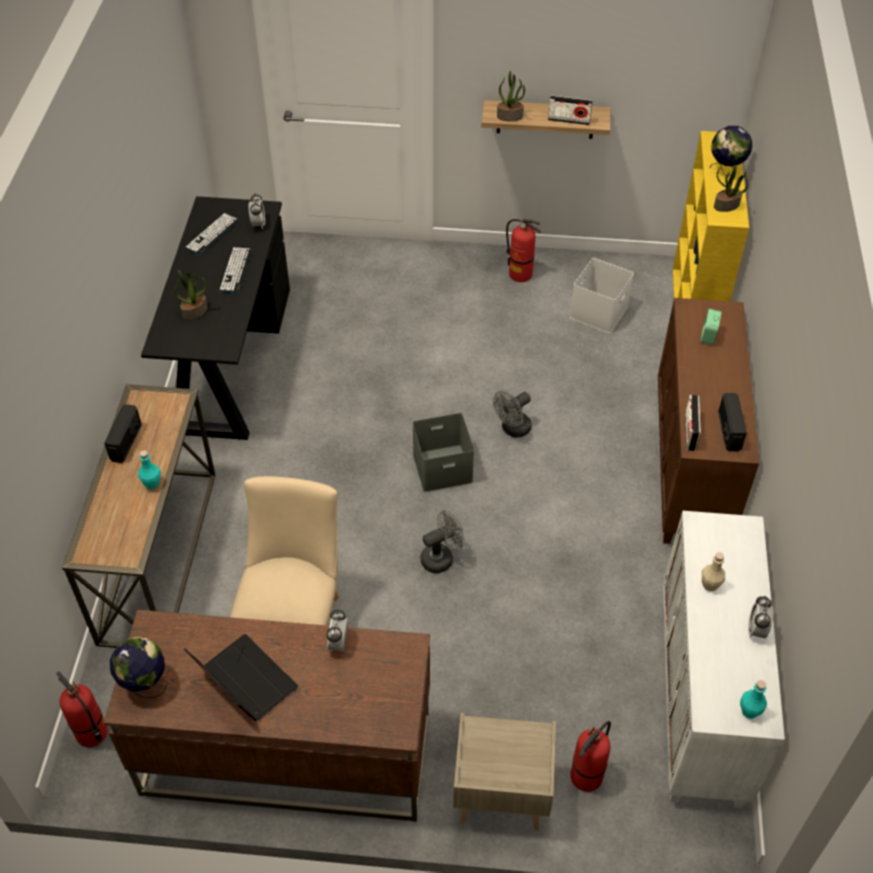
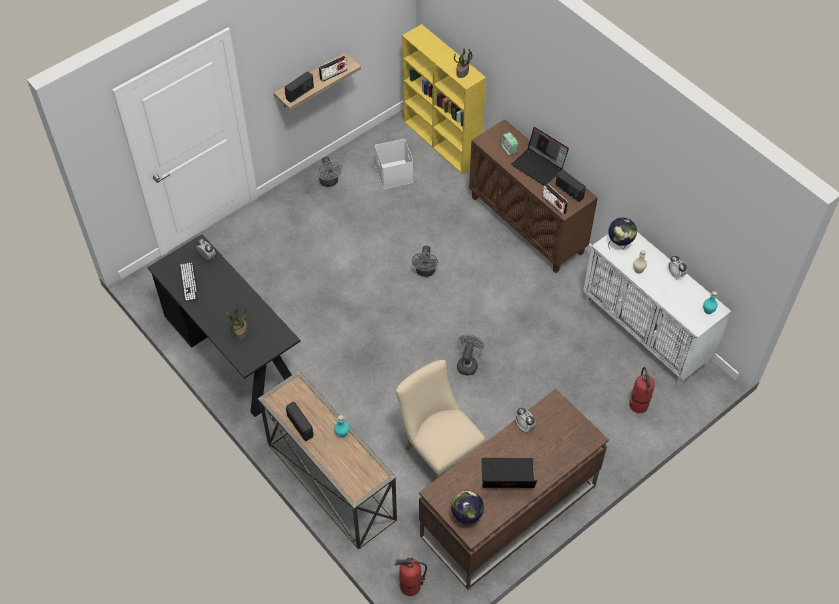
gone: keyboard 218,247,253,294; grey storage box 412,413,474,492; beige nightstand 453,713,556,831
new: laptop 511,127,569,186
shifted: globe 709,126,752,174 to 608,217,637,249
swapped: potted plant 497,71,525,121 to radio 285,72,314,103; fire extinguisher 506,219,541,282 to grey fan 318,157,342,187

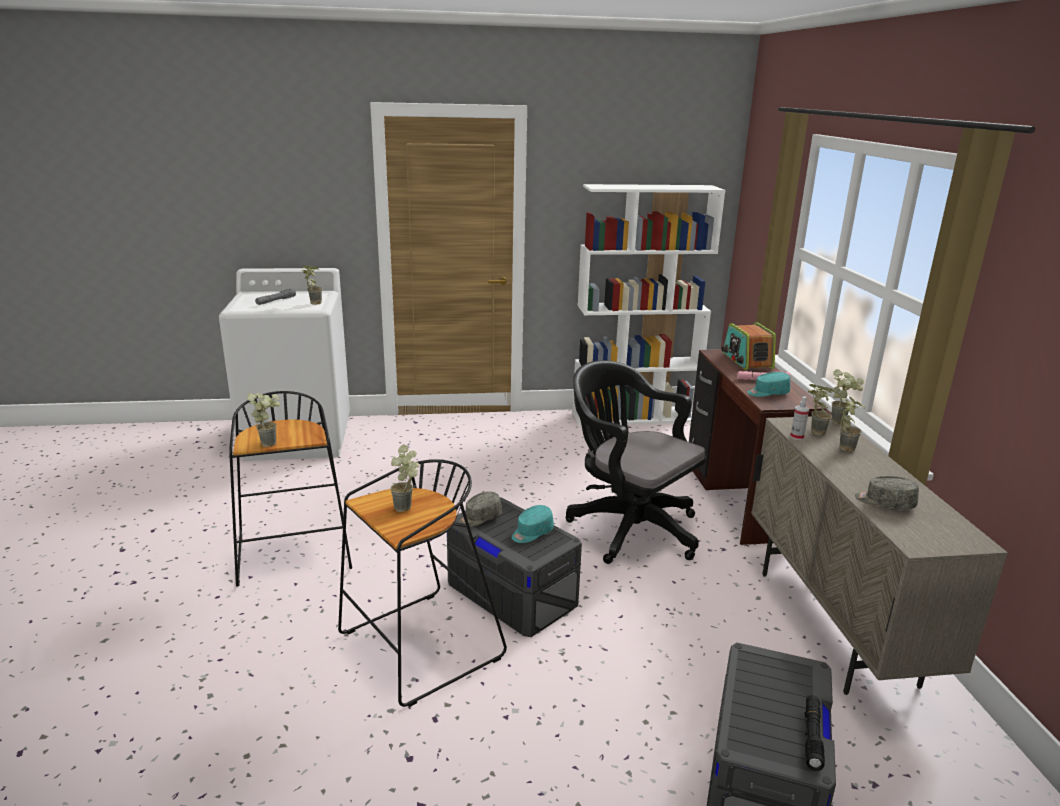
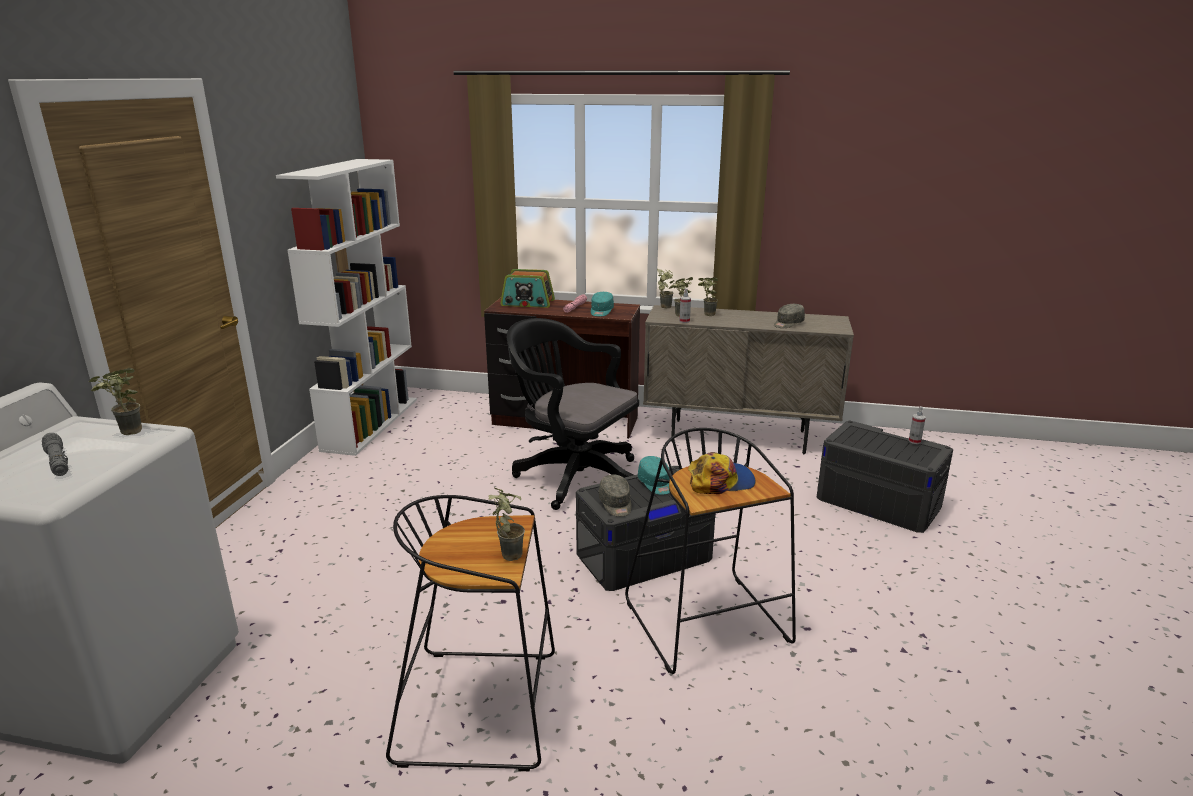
swapped: potted plant 390,444,419,512 to cap 688,452,756,494; black flashlight 804,695,825,771 to spray bottle 908,406,926,444
rotated: black office chair 565,360,706,564 = 507,318,639,510 60 degrees clockwise

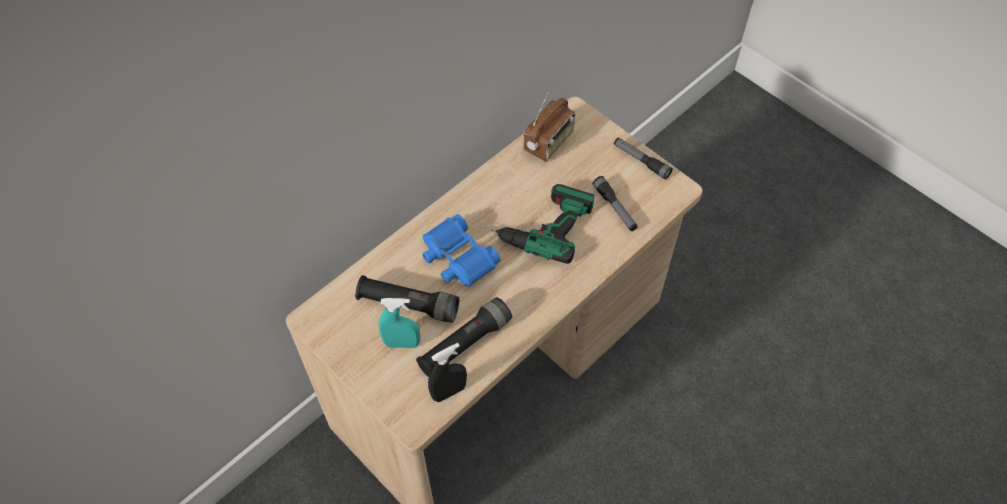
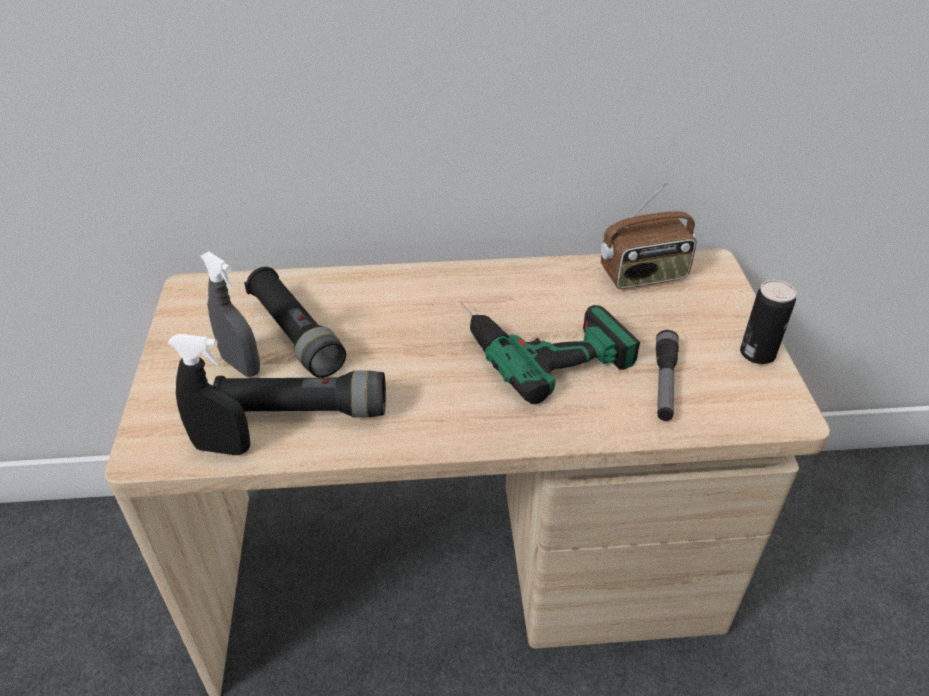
gone: blue binoculars 422,214,501,287
swapped: flashlight 614,138,673,180 to can 740,280,797,364
repainted: turquoise spray bottle 379,298,420,348 to grey spray bottle 201,251,260,377

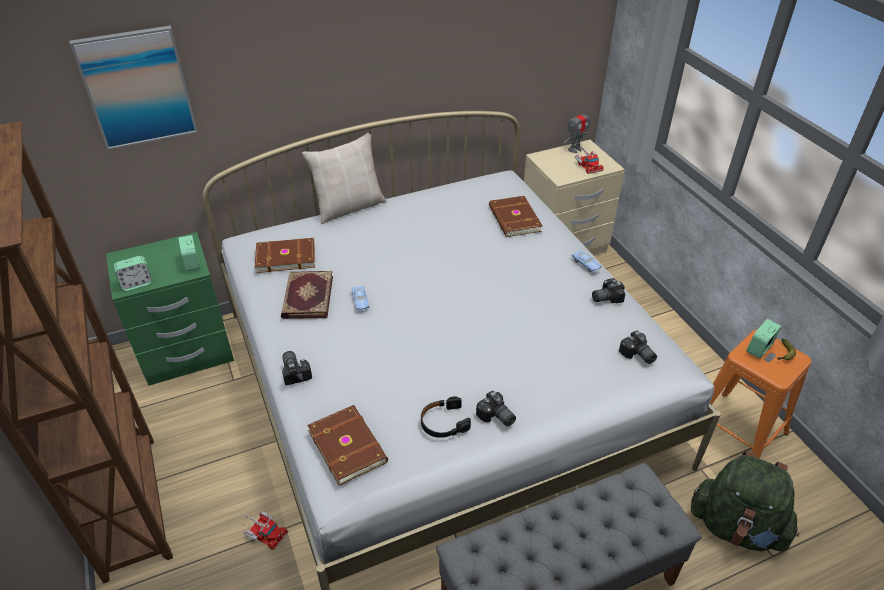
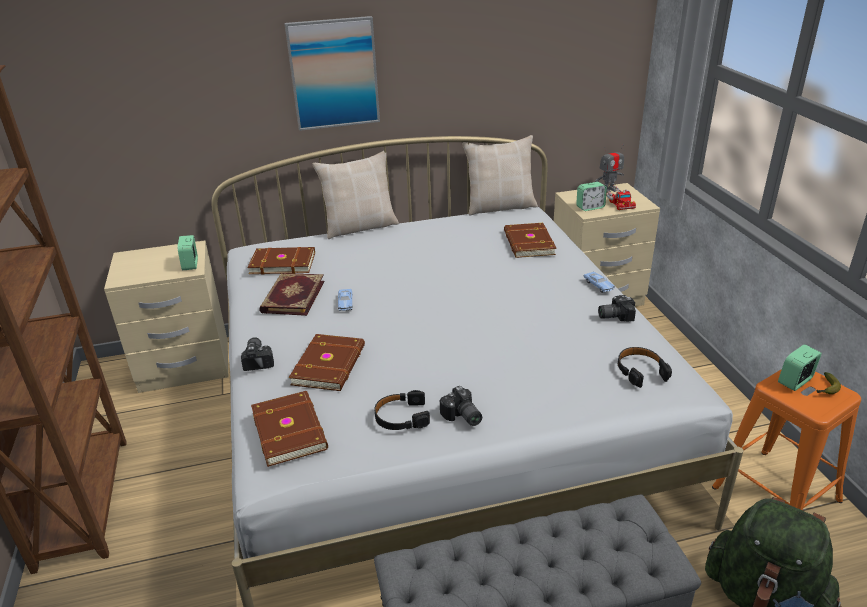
gone: toy truck 243,511,288,550
new: beige pillow 462,135,538,216; brown book 289,334,365,391
shifted: picture 69,25,198,150 to 284,16,380,131; alarm clock 113,256,152,291 to 576,182,607,211
swapped: photo camera 619,331,657,364 to black headphones 618,347,672,388
repainted: green nightstand 106,232,234,386 to beige nightstand 104,240,228,393

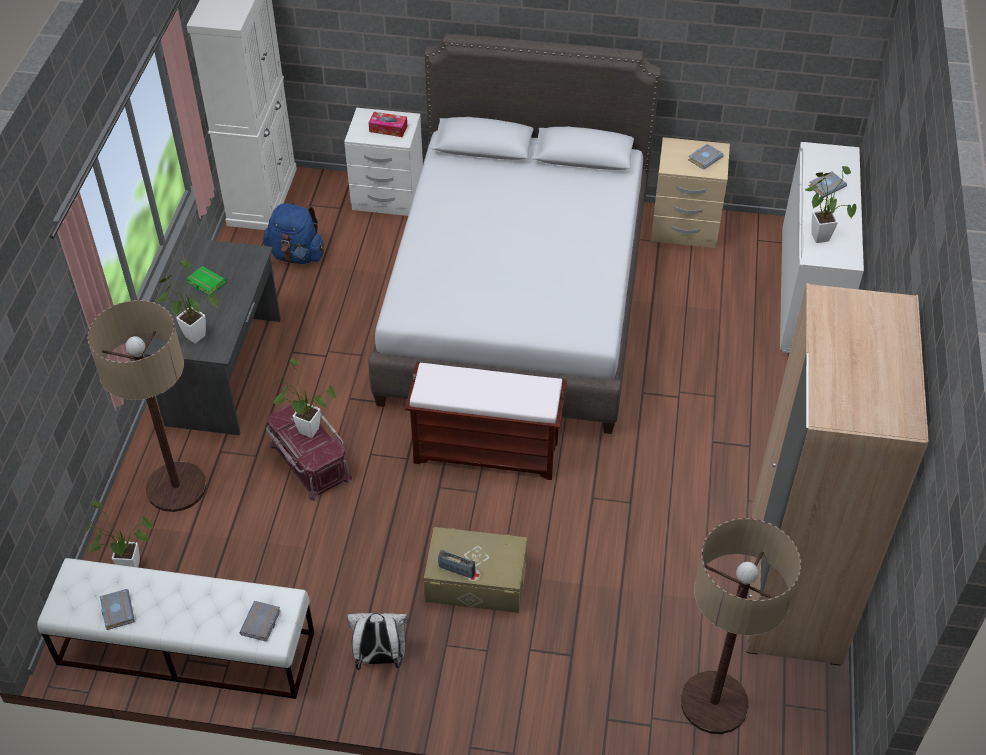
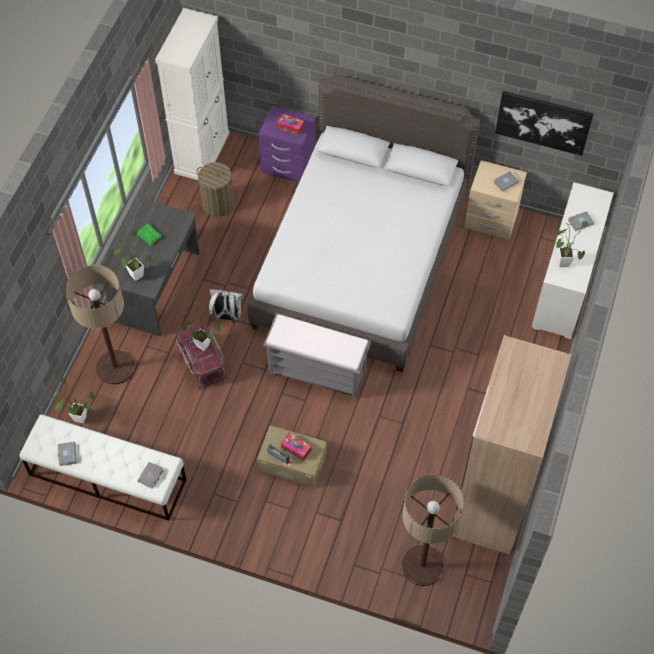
new: picture 495,91,594,156; tissue box 281,433,312,461
shifted: white backpack 347,613,408,670 to 209,289,244,323
swapped: blue backpack 264,203,324,264 to laundry basket 197,162,234,217
repainted: white nightstand 344,108,423,216 to purple nightstand 259,106,316,183; brown bench 405,362,567,480 to grey bench 263,313,371,399

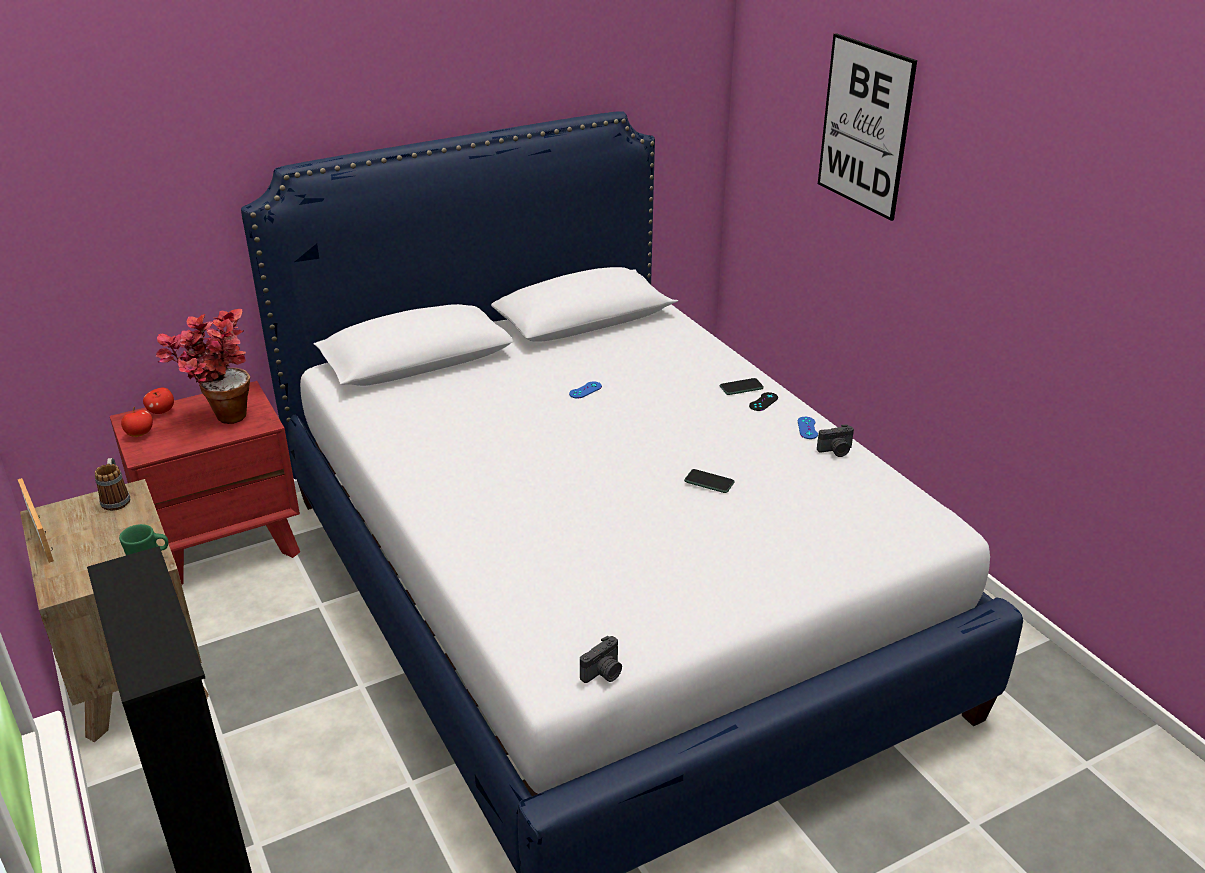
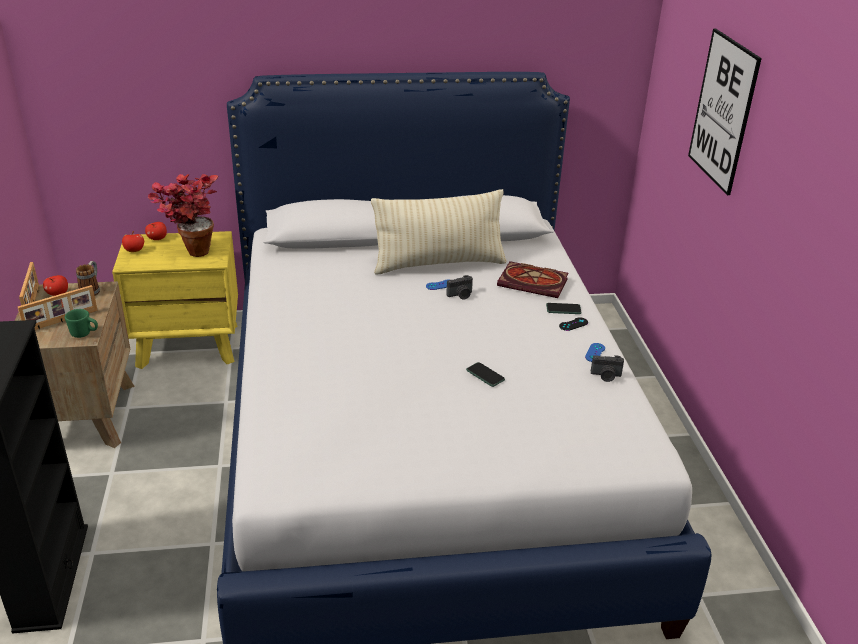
new: beige pillow 371,189,507,275; book 497,261,568,298; apple 43,275,68,296; picture frame 18,285,98,330
shifted: photo camera 580,636,622,683 to 446,275,473,300
repainted: red nightstand 110,381,300,585 to yellow nightstand 112,231,238,369

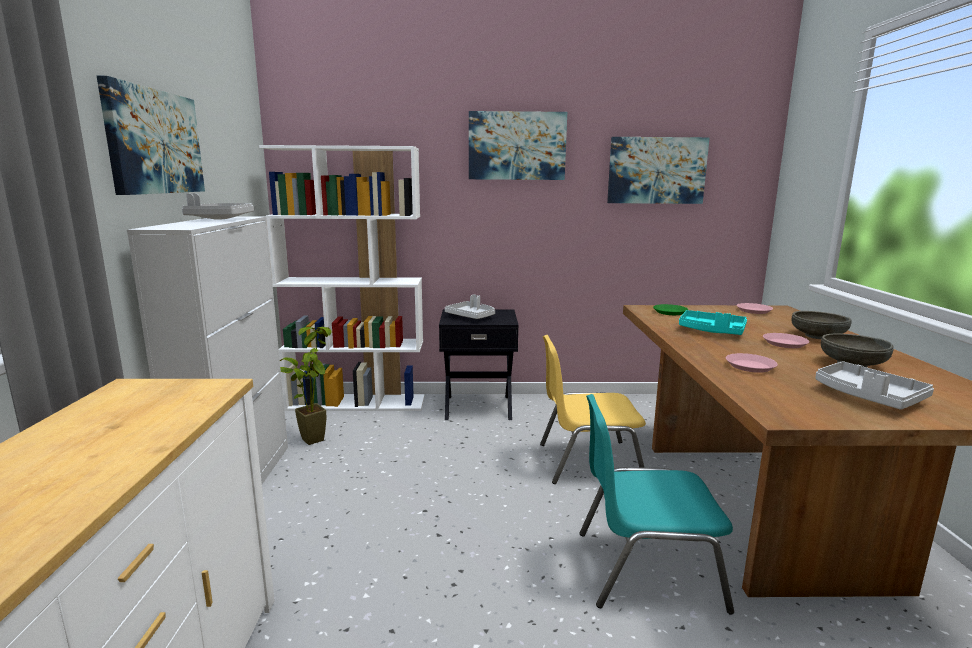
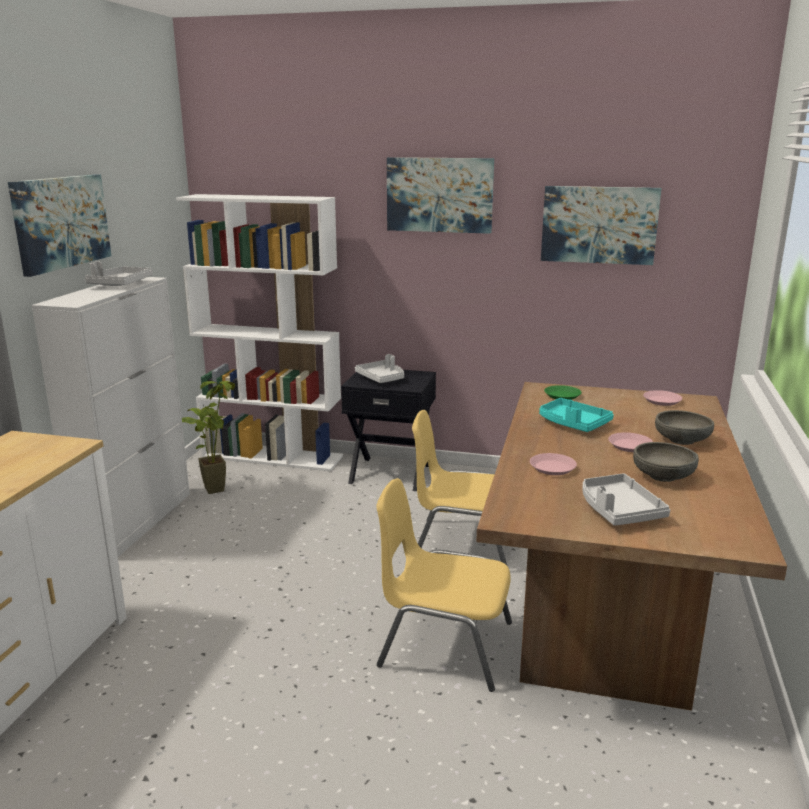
repainted: turquoise chair 580,394,734,614 to yellow chair 376,478,512,692

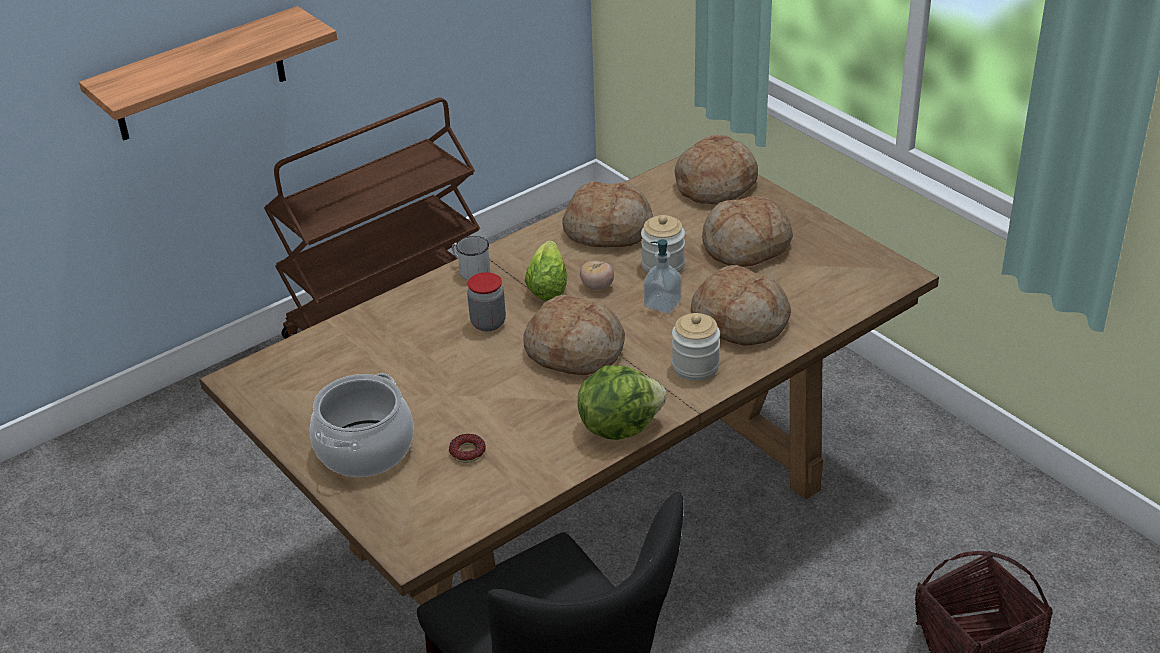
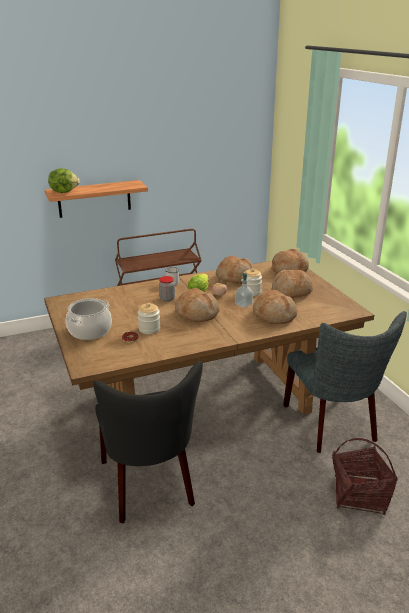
new: grey chair 283,311,407,453
shifted: jar 672,313,720,381 to 138,303,160,334; lettuce 578,365,667,440 to 48,168,80,193

